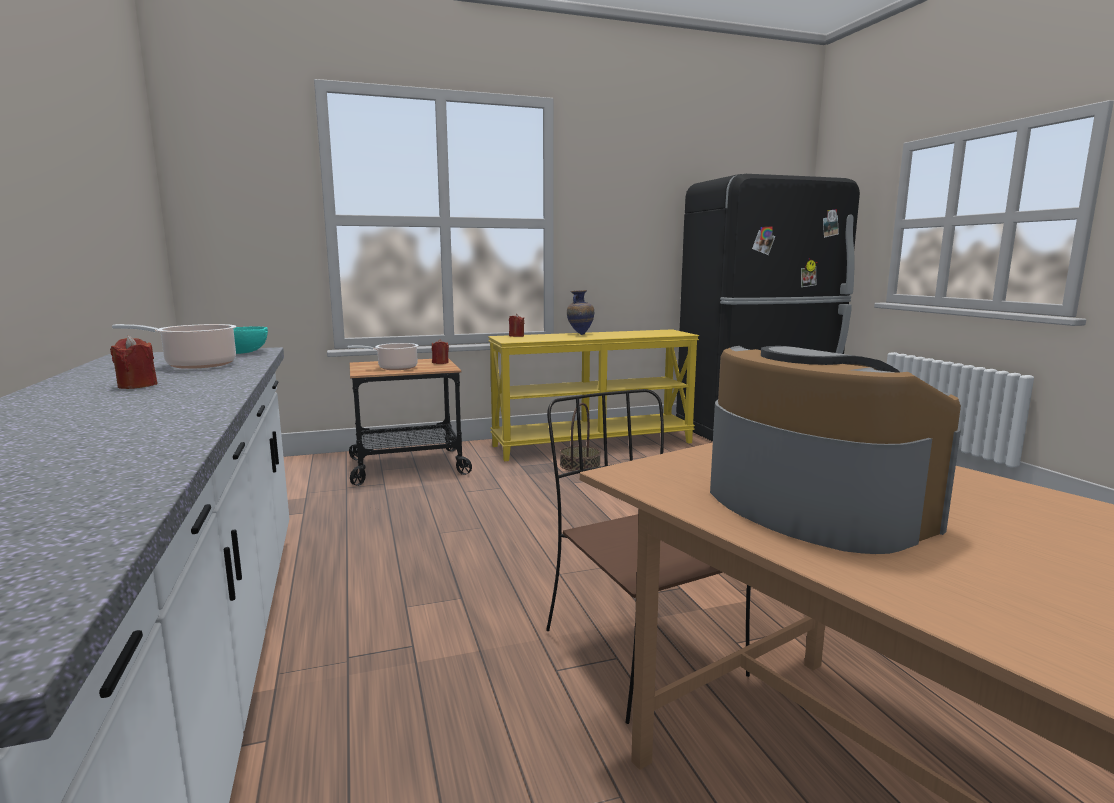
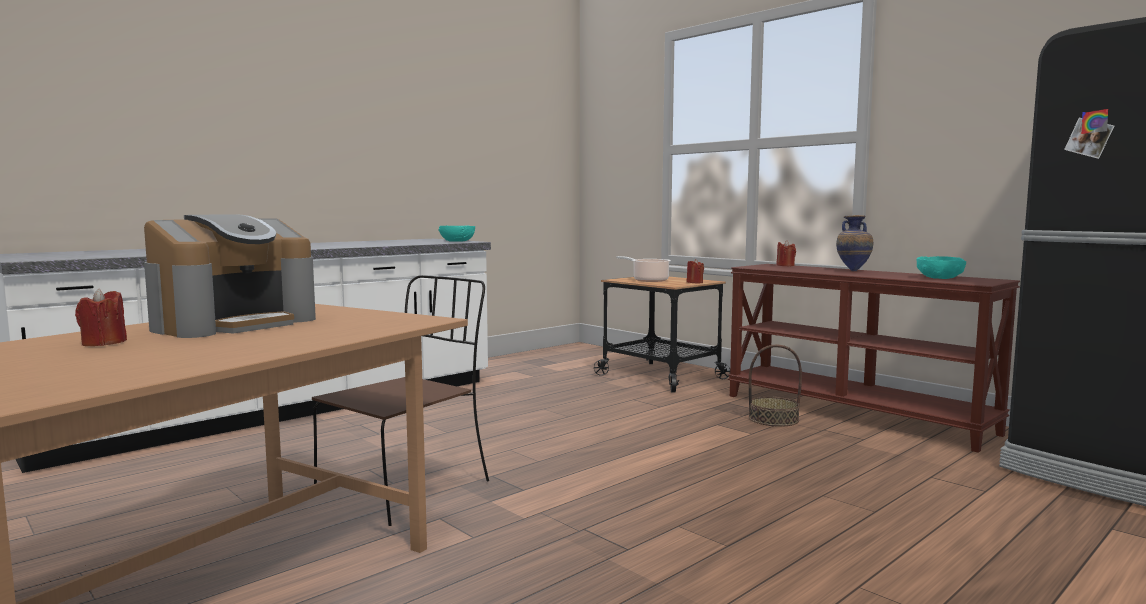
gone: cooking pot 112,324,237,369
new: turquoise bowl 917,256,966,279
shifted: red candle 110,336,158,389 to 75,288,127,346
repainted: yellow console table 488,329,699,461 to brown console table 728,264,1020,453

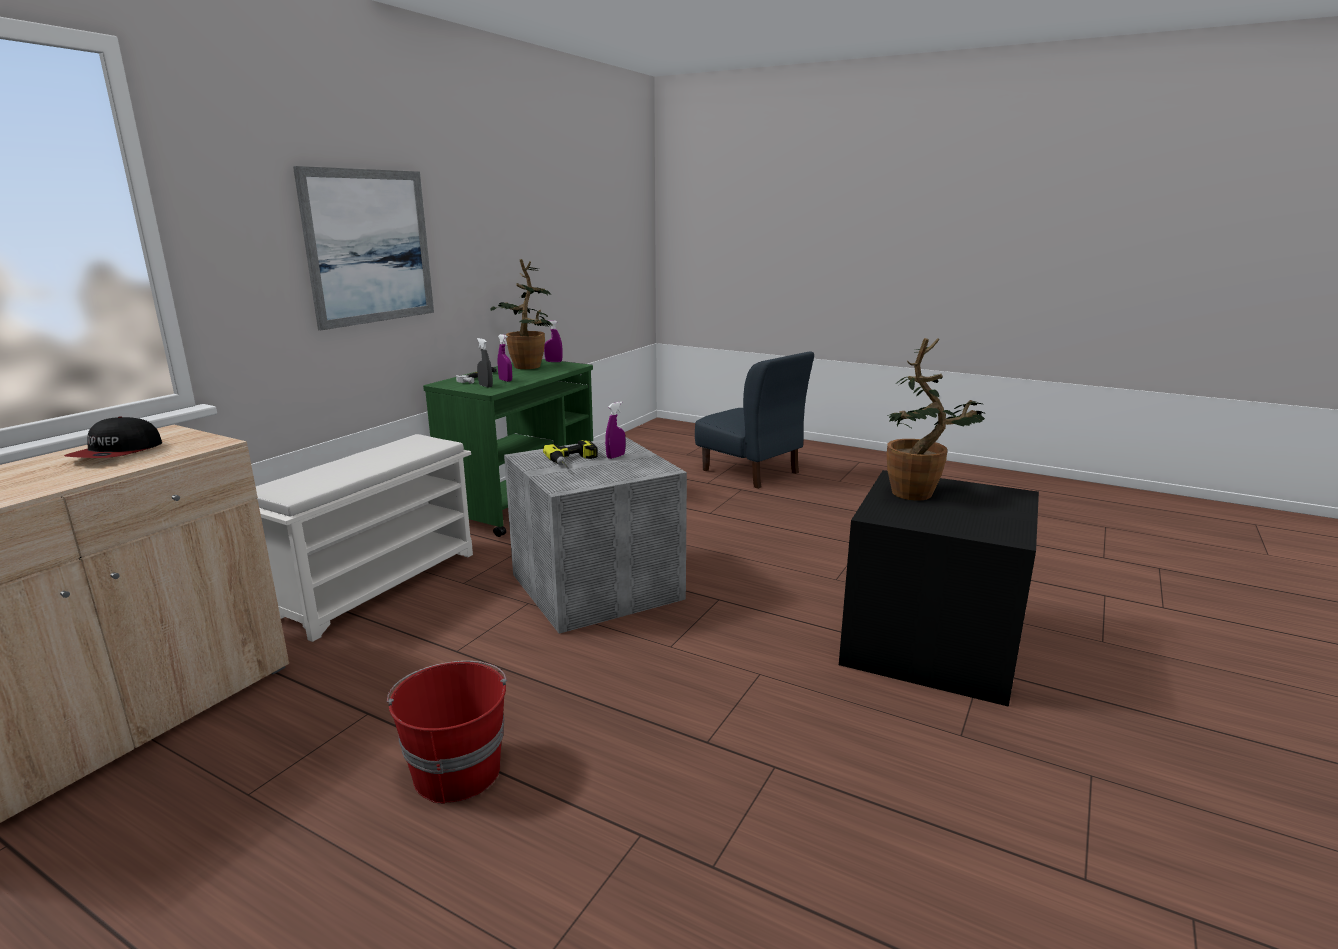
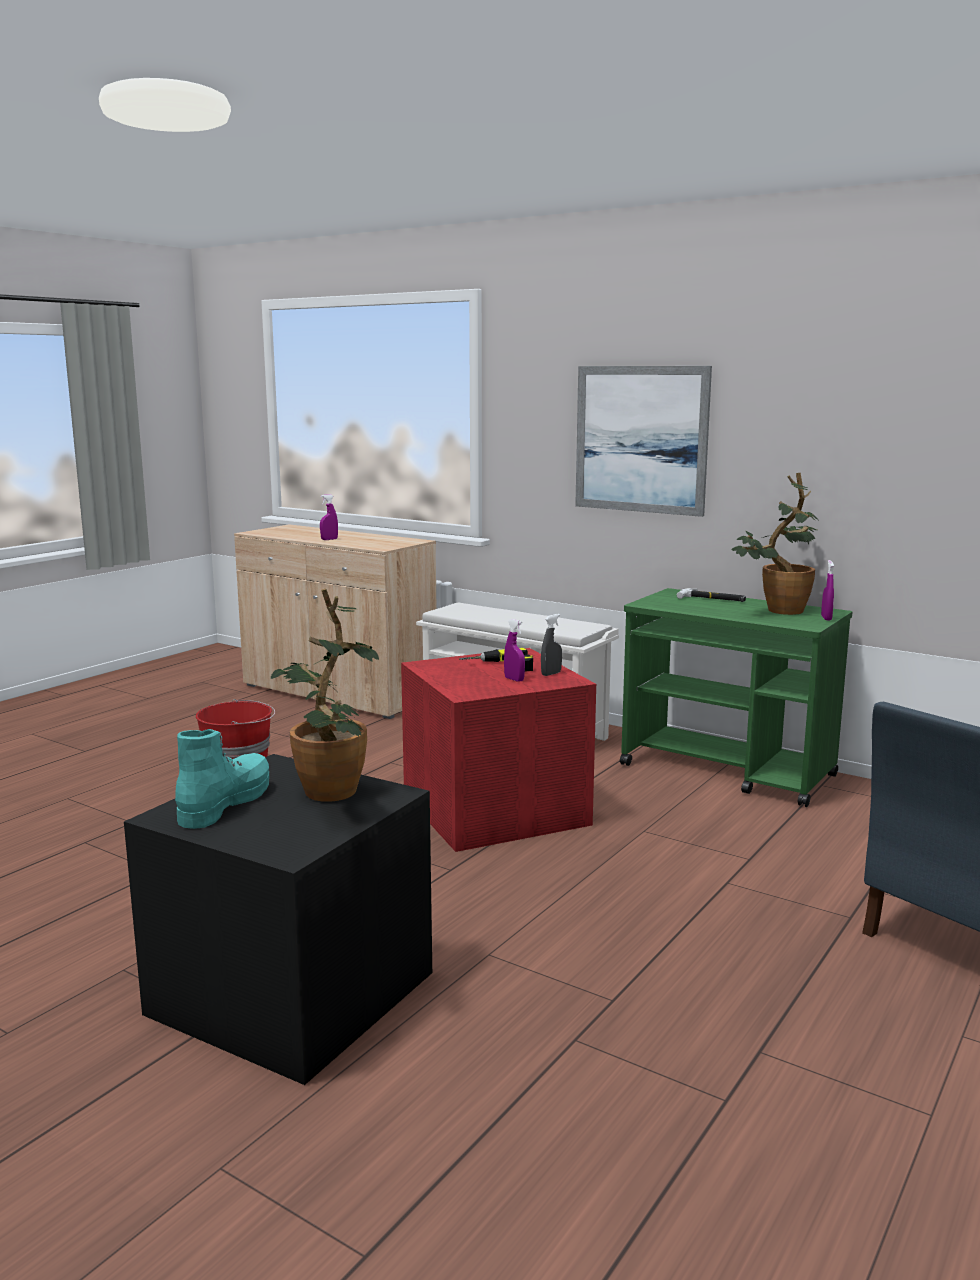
gone: cap 64,416,162,458
new: turquoise boot 175,729,269,829
shifted: purple spray bottle 498,334,512,382 to 320,494,338,540; grey spray bottle 477,338,493,388 to 541,614,562,676
repainted: grey storage box 504,437,687,634 to red storage box 401,648,596,852

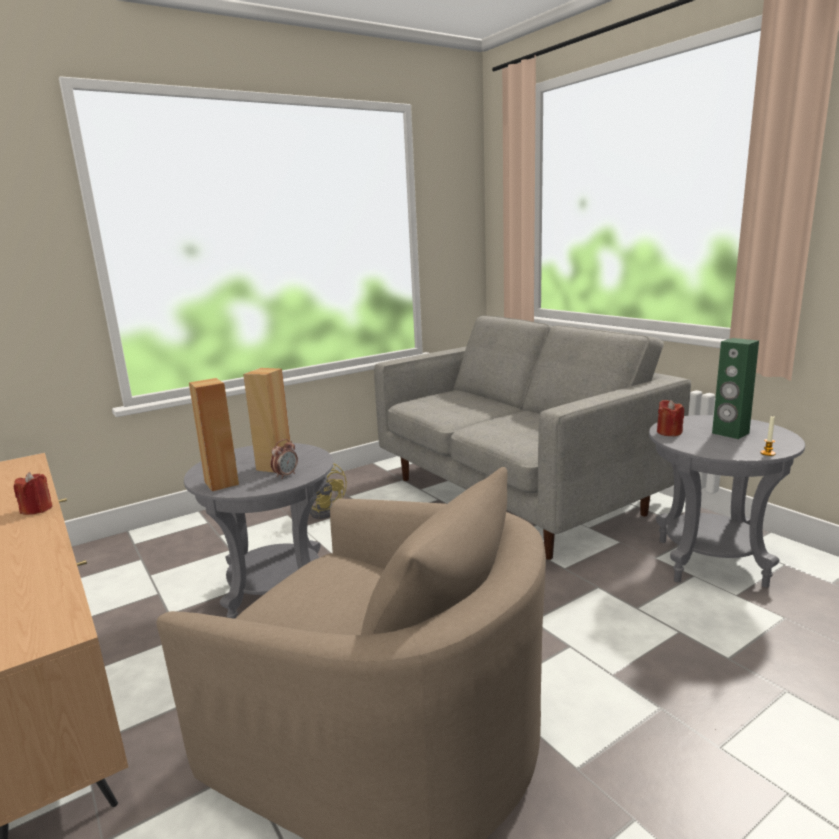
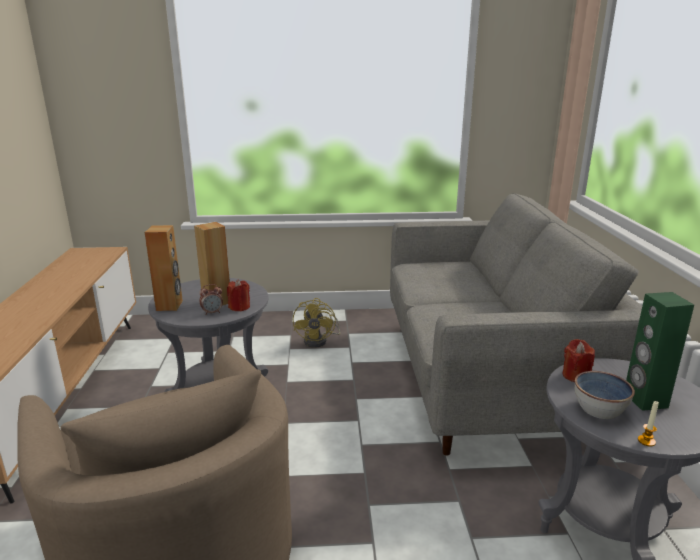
new: bowl 575,371,635,419
shifted: red candle 14,472,52,515 to 227,279,250,311

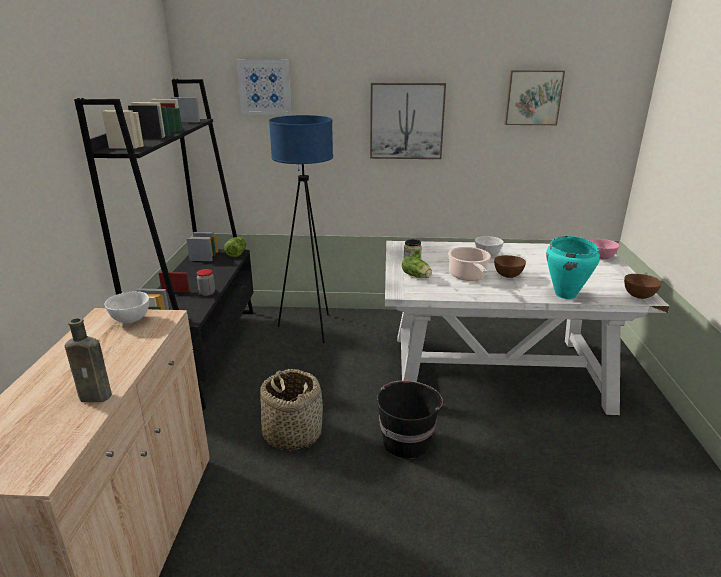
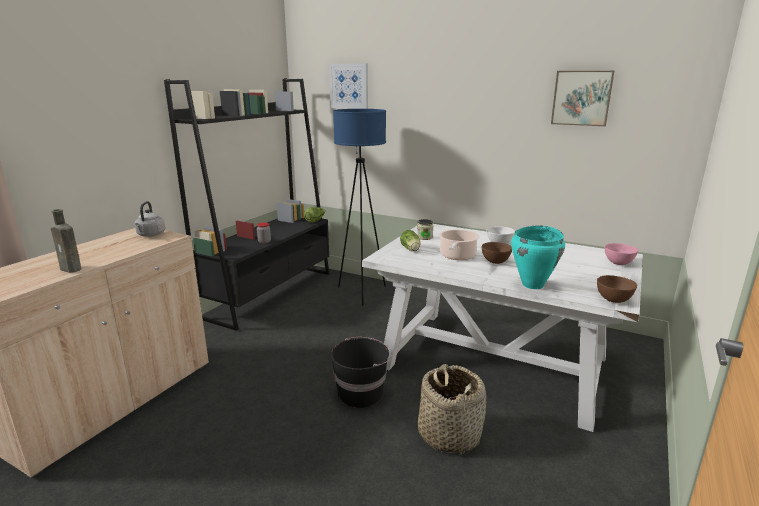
gone: picture 370,83,446,159
shifted: basket 260,369,323,451 to 418,364,486,455
swapped: white bowl 105,291,149,323 to grey kettle 135,201,165,237

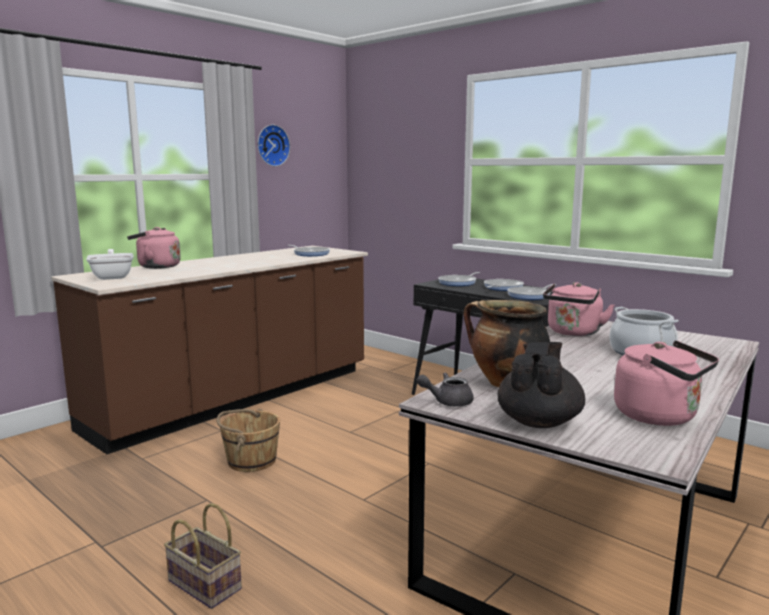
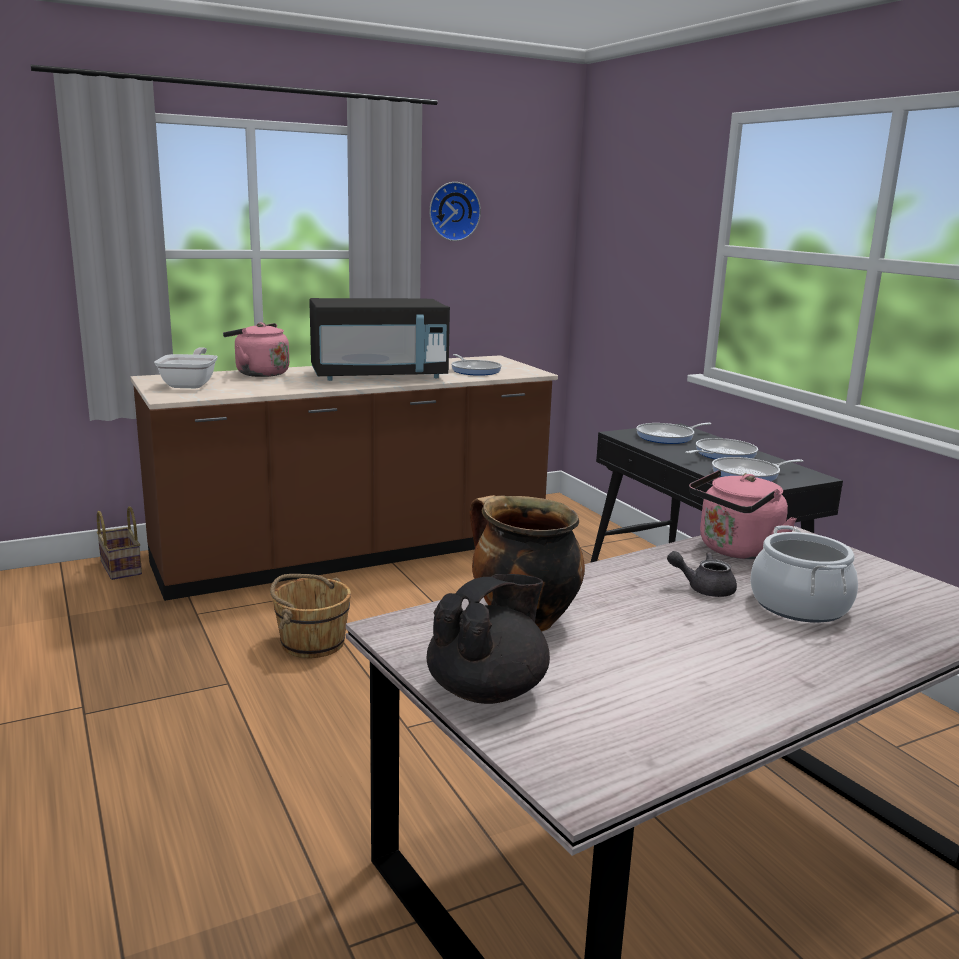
gone: pink kettle 614,340,719,426
new: black microwave 309,298,450,381
shifted: grey teapot 417,372,474,407 to 667,551,737,597; basket 164,503,242,609 to 97,506,142,580

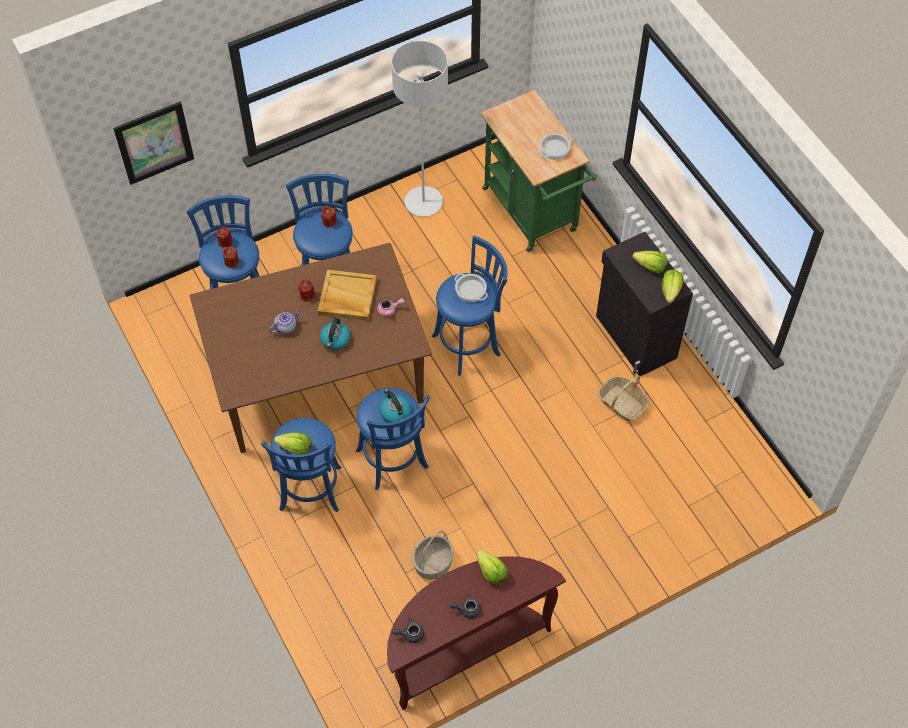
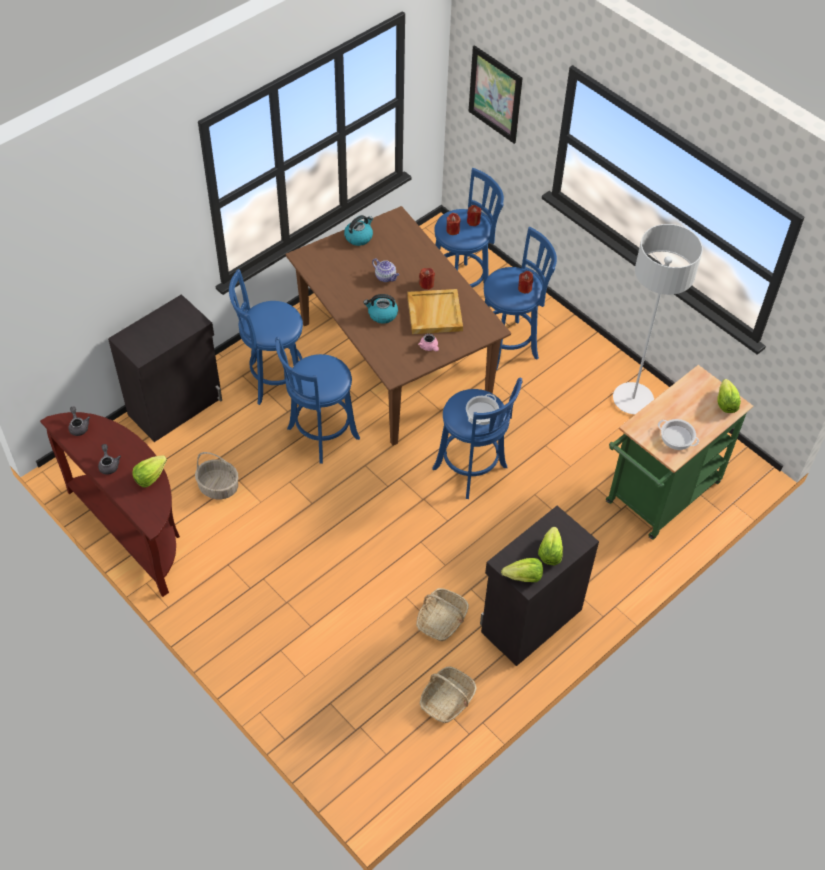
new: black cabinet 108,294,222,442; basket 419,666,477,723
shifted: kettle 380,388,411,423 to 344,215,373,246; lettuce 274,433,312,455 to 718,379,741,413

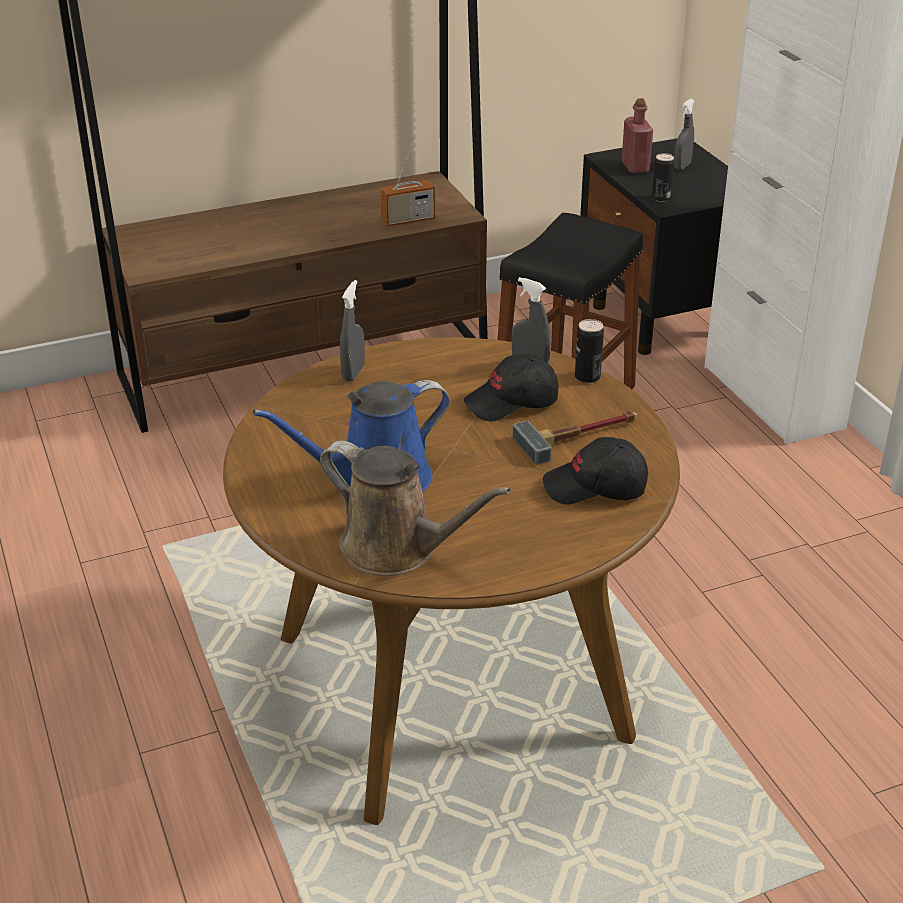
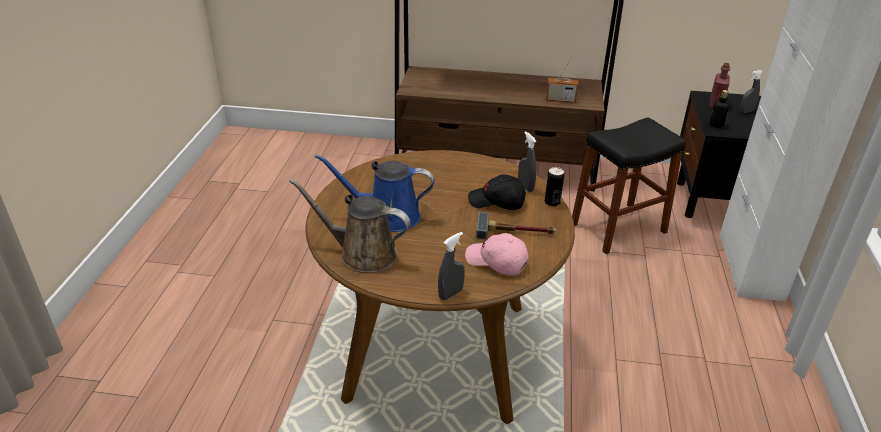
shifted: grey spray bottle 340,280,365,382 to 438,232,464,300
swapped: can 652,153,675,202 to bottle 709,90,729,128
repainted: black cap 543,437,648,505 to pink cap 465,233,529,276
rotated: brown watering can 320,441,511,576 = 289,179,411,273 135 degrees clockwise

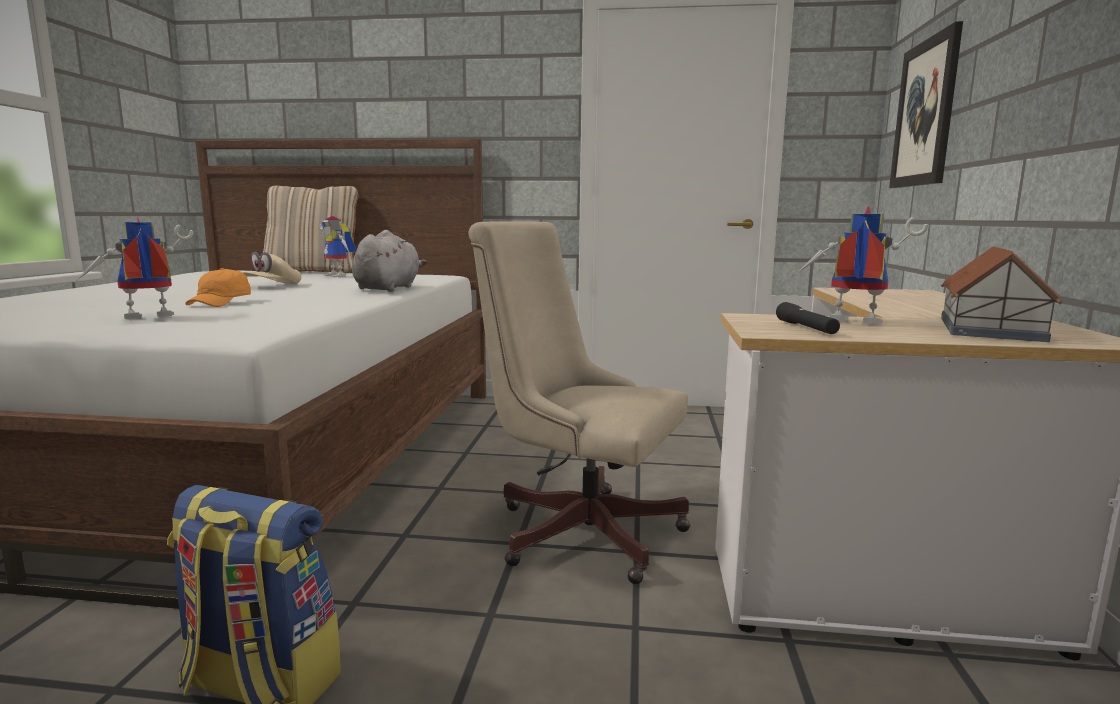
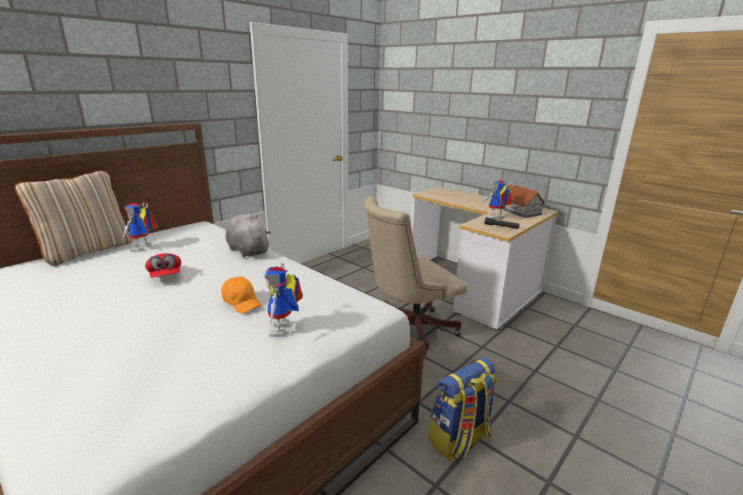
gone: picture 889,21,963,188
repainted: beige cap 242,252,301,284 to red cap 145,253,181,278
rotated: toy robot 319,216,356,277 = 122,202,158,252 105 degrees clockwise

